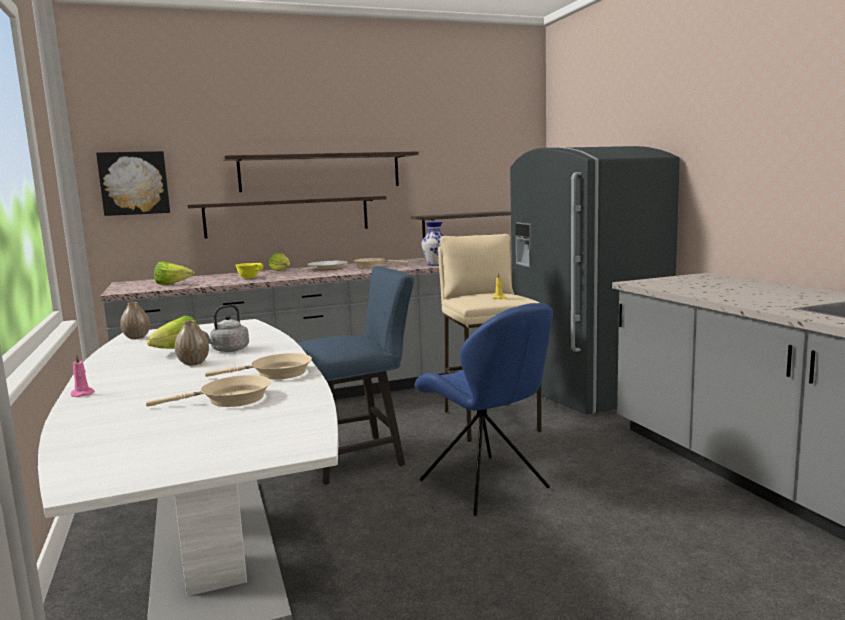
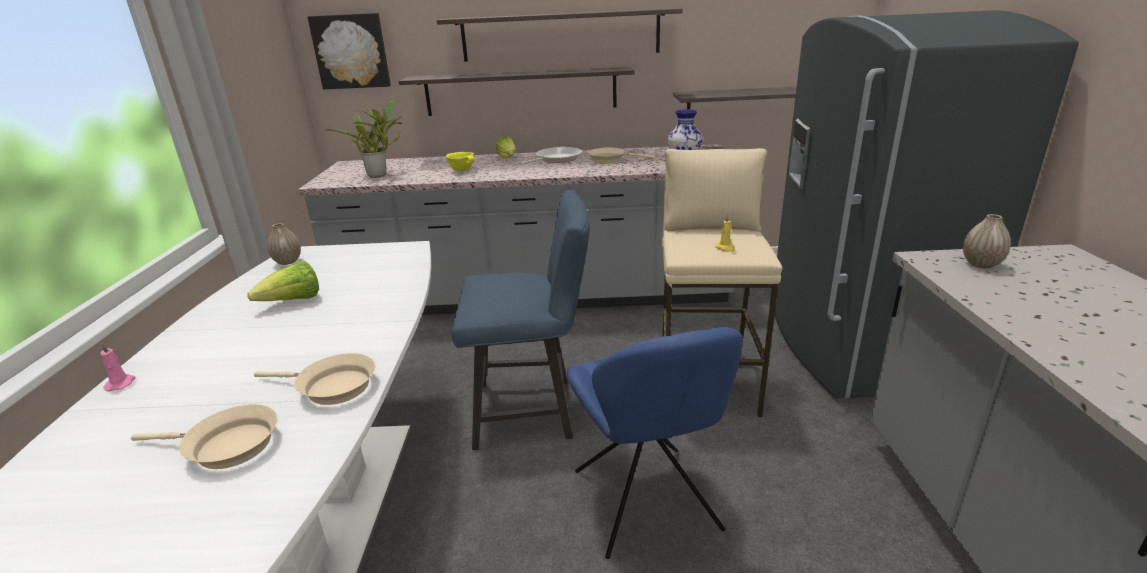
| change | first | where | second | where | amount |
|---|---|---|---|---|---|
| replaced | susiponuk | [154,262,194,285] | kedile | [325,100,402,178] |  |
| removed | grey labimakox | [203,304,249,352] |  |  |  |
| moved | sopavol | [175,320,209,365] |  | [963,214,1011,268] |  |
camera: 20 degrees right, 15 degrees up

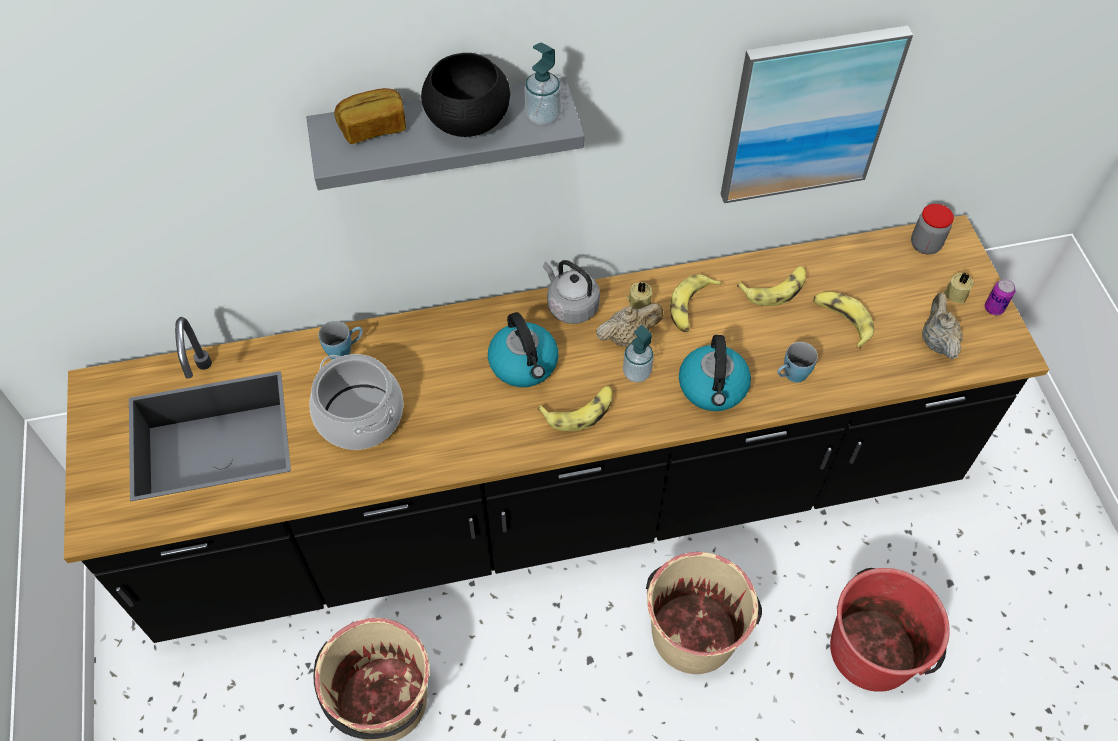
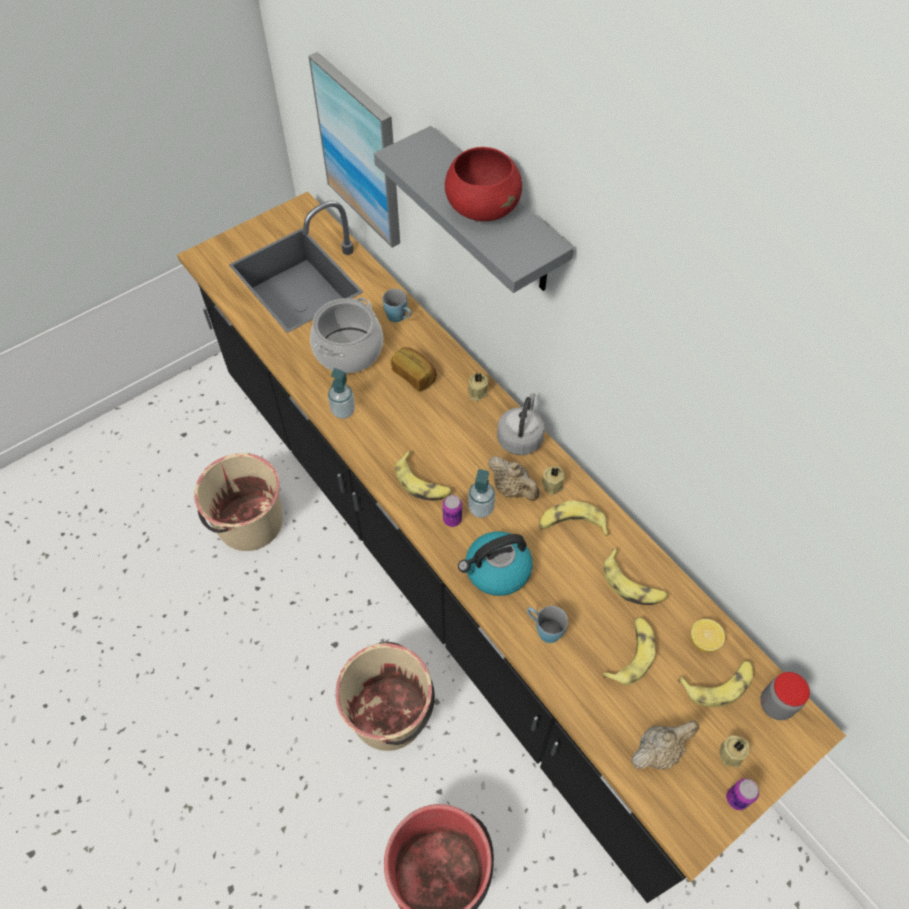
| change | first | where | second | where | amount |
|---|---|---|---|---|---|
| moved | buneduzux | [721,25,913,203] |  | [308,52,400,248] |  |
| moved | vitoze | [525,43,561,126] |  | [328,368,355,419] |  |
| recoloured | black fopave | [421,53,510,137] | red fopave | [445,147,522,221] |  |
| moved | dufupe | [334,88,406,144] |  | [391,347,437,392] |  |
| removed | labimakox | [488,312,558,387] |  |  |  |
| added |  |  | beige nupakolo | [468,373,488,402] |  |
| added |  |  | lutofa | [443,495,462,527] |  |
| added |  |  | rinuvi | [691,619,725,652] |  |
| added |  |  | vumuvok | [678,660,753,707] |  |
camera: 65 degrees right, 0 degrees up

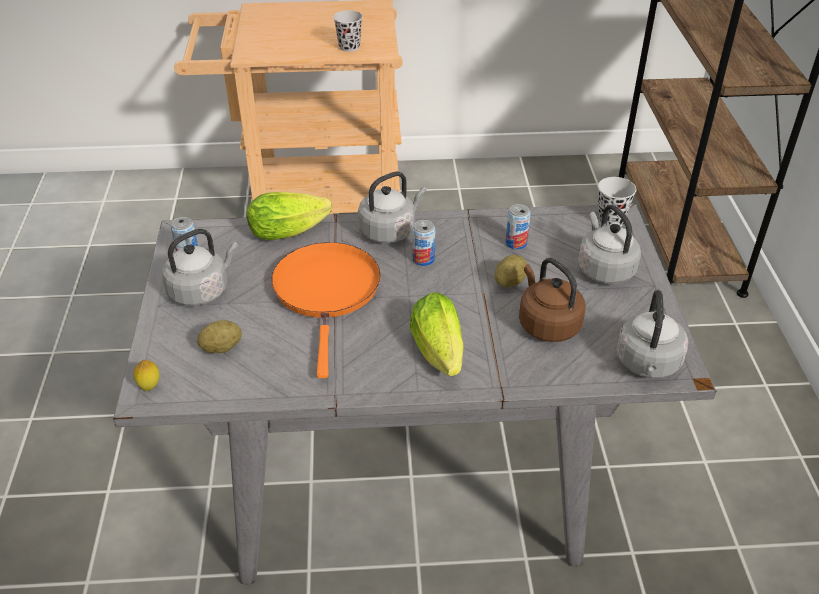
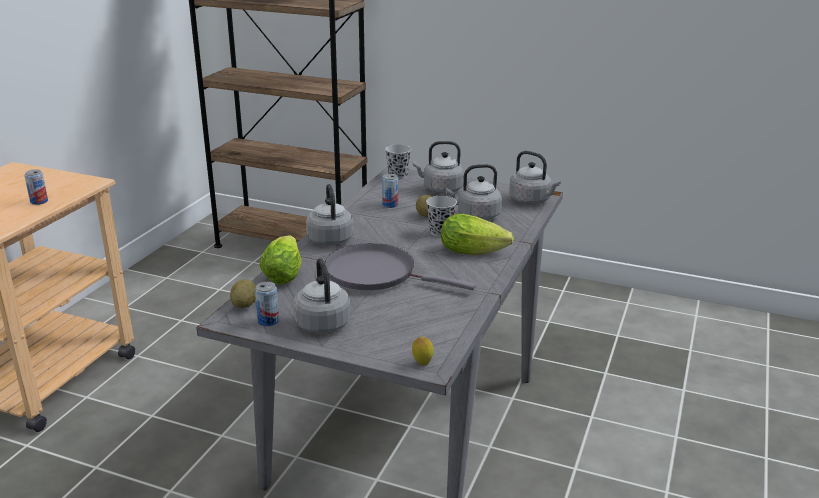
| change | first | where | second | where | amount |
|---|---|---|---|---|---|
| moved | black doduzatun | [333,10,363,52] |  | [426,196,457,237] |  |
| moved | lutofa | [413,220,435,266] |  | [24,169,48,205] |  |
| recoloured | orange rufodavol | [271,242,381,378] | grey rufodavol | [325,243,476,290] |  |
| recoloured | brown labimakox | [519,258,586,342] | grey labimakox | [445,164,502,220] |  |
| moved | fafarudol | [197,320,242,353] |  | [230,279,256,308] |  |
camera: 65 degrees left, 15 degrees down

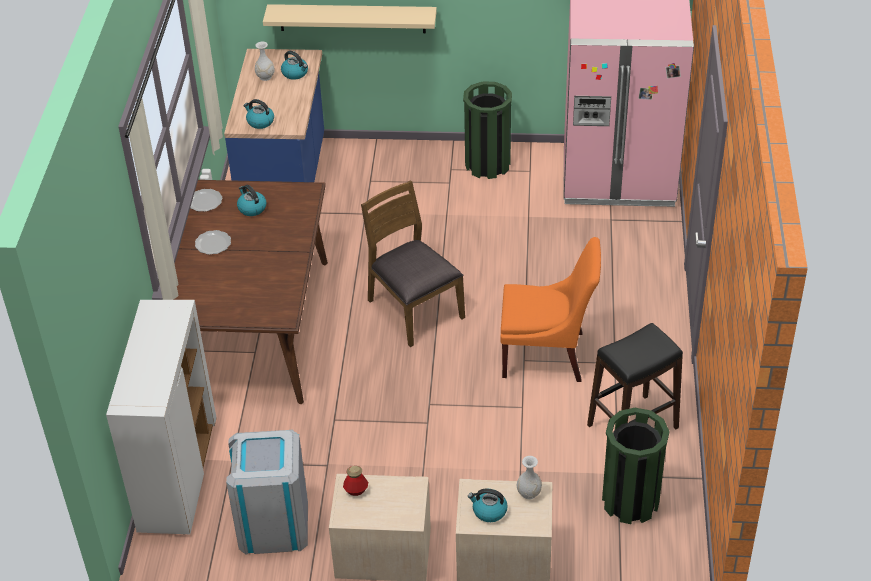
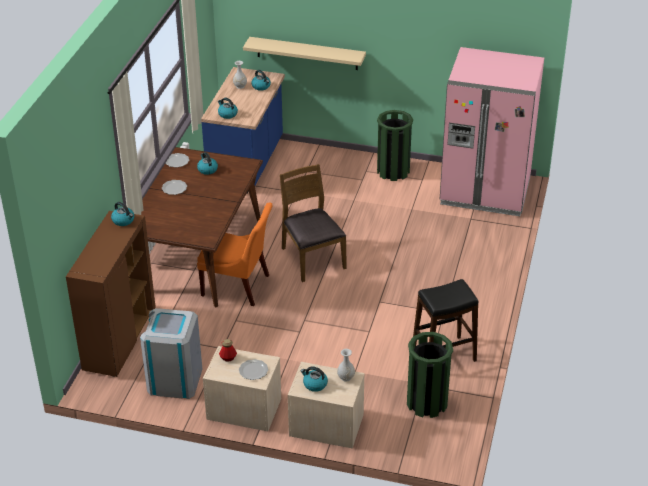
| change | first | where | second | where | amount |
|---|---|---|---|---|---|
| moved | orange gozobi | [501,237,601,382] |  | [197,202,273,306] |  |
| recoloured | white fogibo | [106,300,216,534] | brown fogibo | [66,211,156,377] |  |
| added |  |  | labimakox | [111,202,134,226] |  |
| added |  |  | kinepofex | [239,359,268,380] |  |
camera: 10 degrees right, 5 degrees down

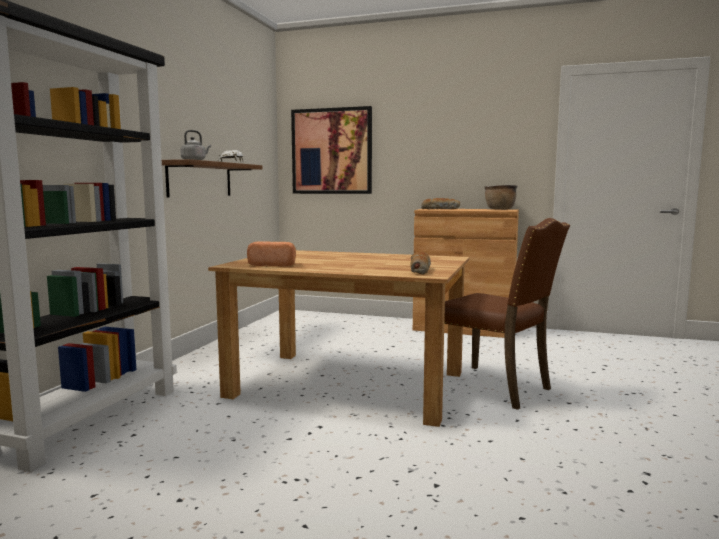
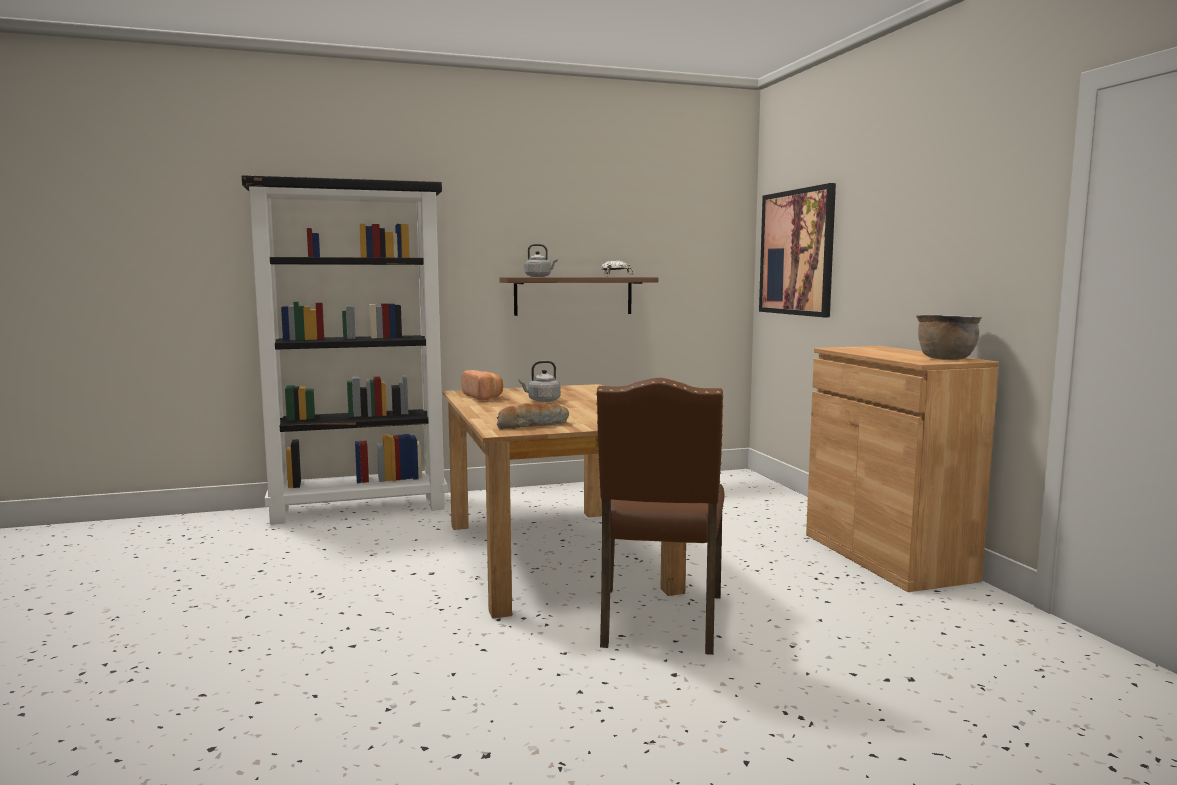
| change | first | where | second | where | amount |
|---|---|---|---|---|---|
| removed | dufupe | [421,198,460,209] |  |  |  |
| added |  |  | grey labimakox | [518,361,561,402] |  |
camera: 55 degrees right, 0 degrees up

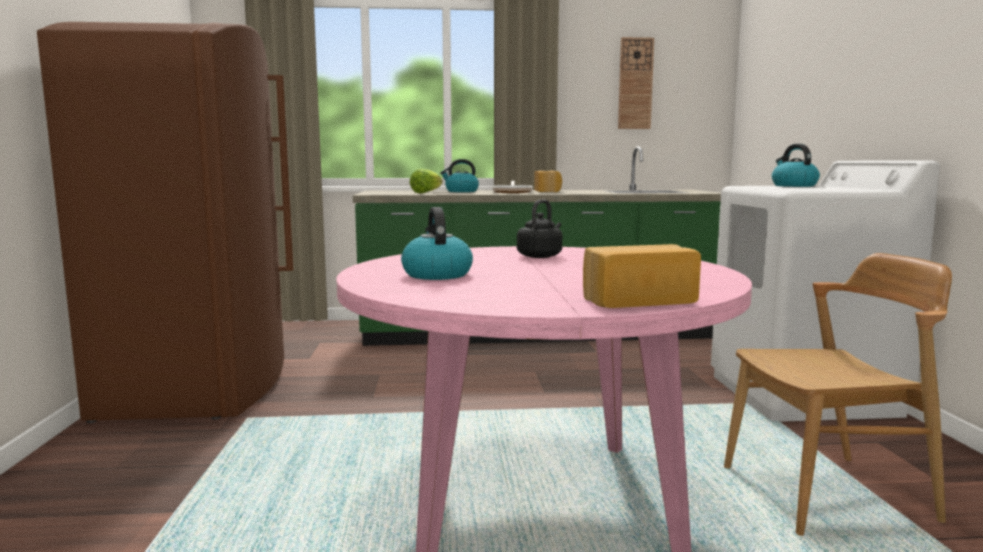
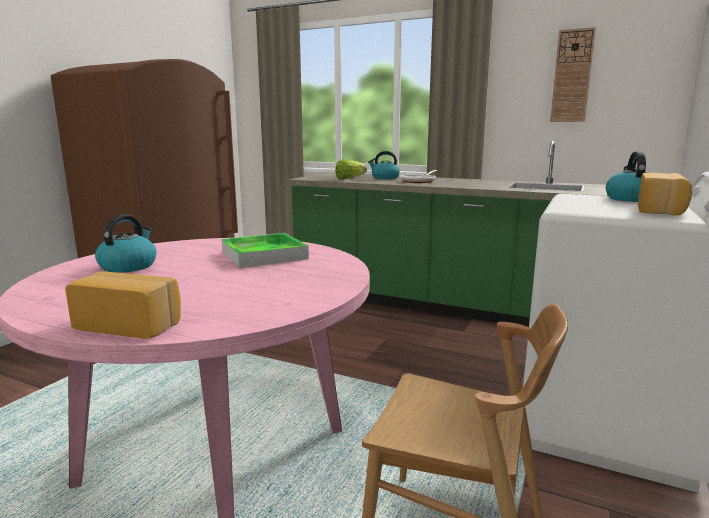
| change | first | where | second | where | amount |
|---|---|---|---|---|---|
| moved | dufupe | [534,171,562,192] |  | [638,173,692,216] |  |
| replaced | black labimakox | [517,200,562,258] | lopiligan | [222,233,309,268] |  |
camera: 30 degrees right, 5 degrees up

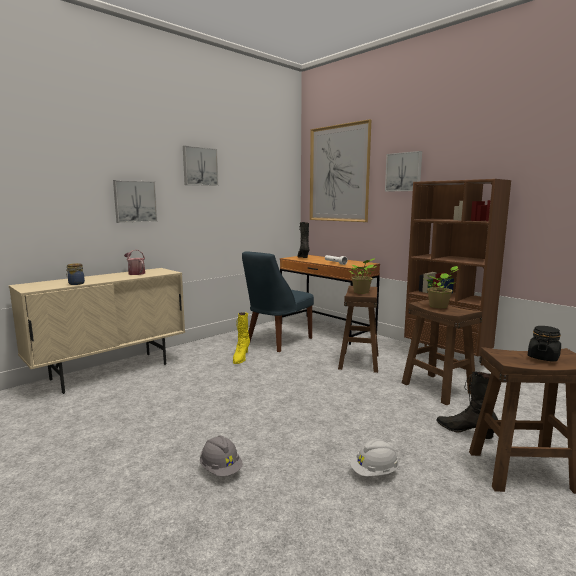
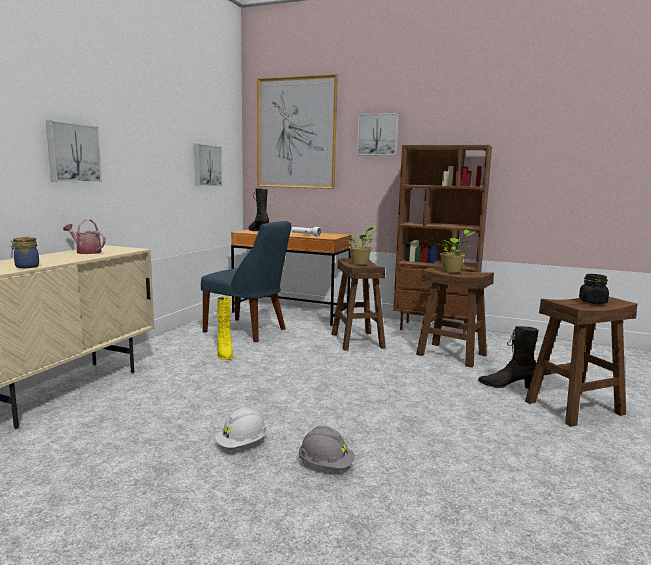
| change | first | where | second | where | amount |
|---|---|---|---|---|---|
| moved | buneduzux | [183,145,219,186] |  | [194,144,223,186] |  |
| turned | blue gozobi | [242,251,314,352] |  | [201,221,291,343] | 75 degrees counterclockwise |
| moved | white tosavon | [350,439,399,476] |  | [215,408,267,448] |  |
camera: 25 degrees left, 0 degrees up

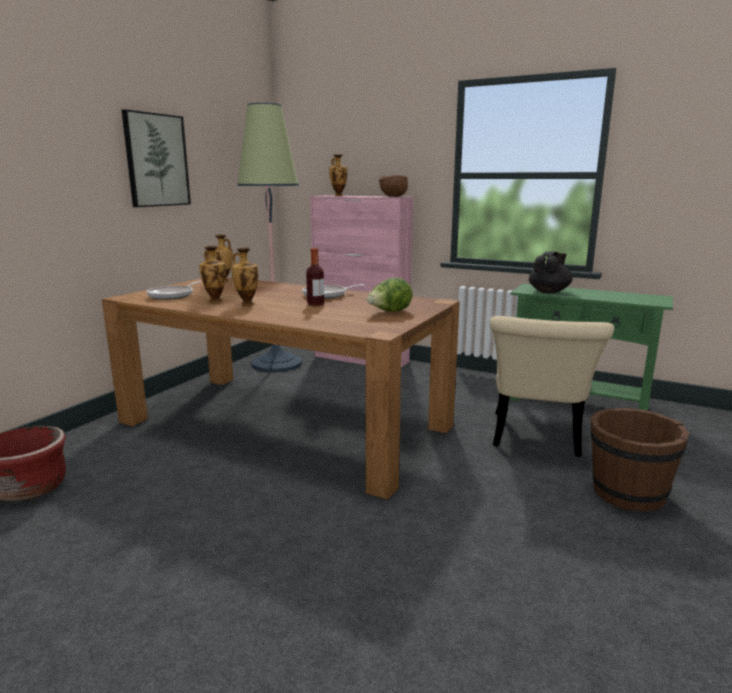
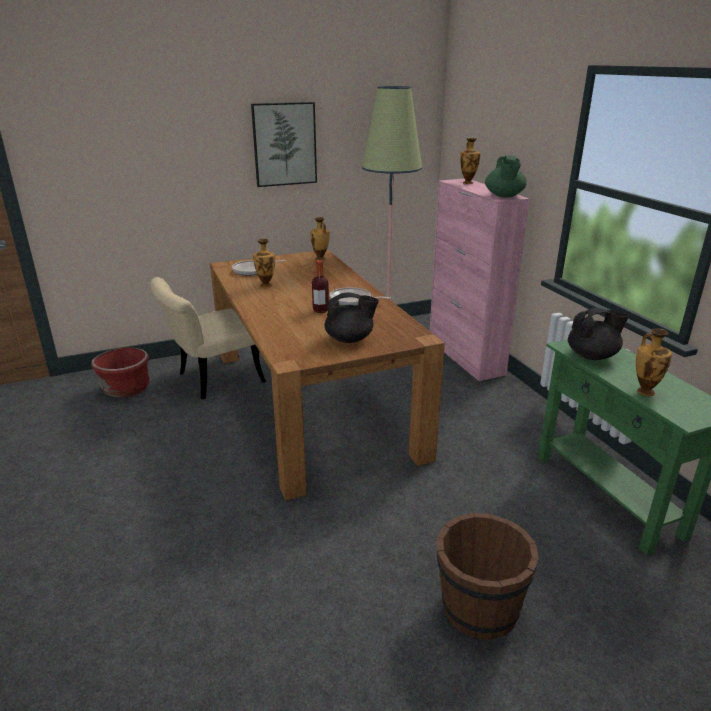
| change | first | where | second | where | amount |
|---|---|---|---|---|---|
| replaced | brown fopave | [379,175,408,197] | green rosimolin | [485,155,527,198] |  |
| moved | sopavol | [231,247,258,306] |  | [636,328,672,396] |  |
| replaced | susiponuk | [367,278,413,312] | black rosimolin | [324,292,379,343] |  |
| moved | beige gozobi | [490,316,615,457] |  | [150,277,266,399] |  |
camera: 40 degrees right, 10 degrees up

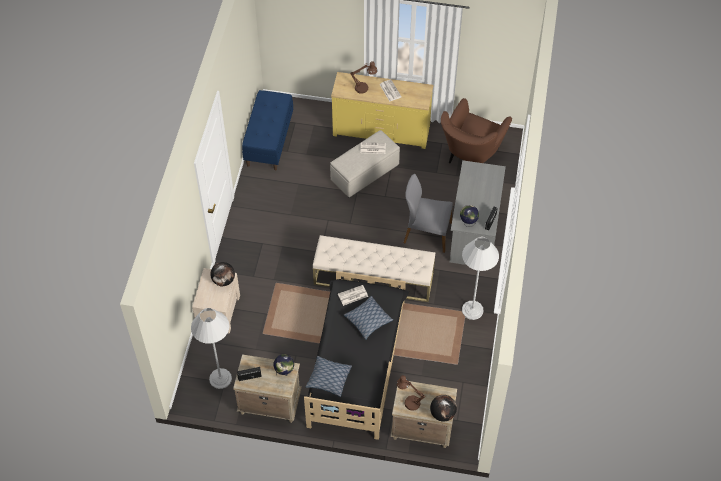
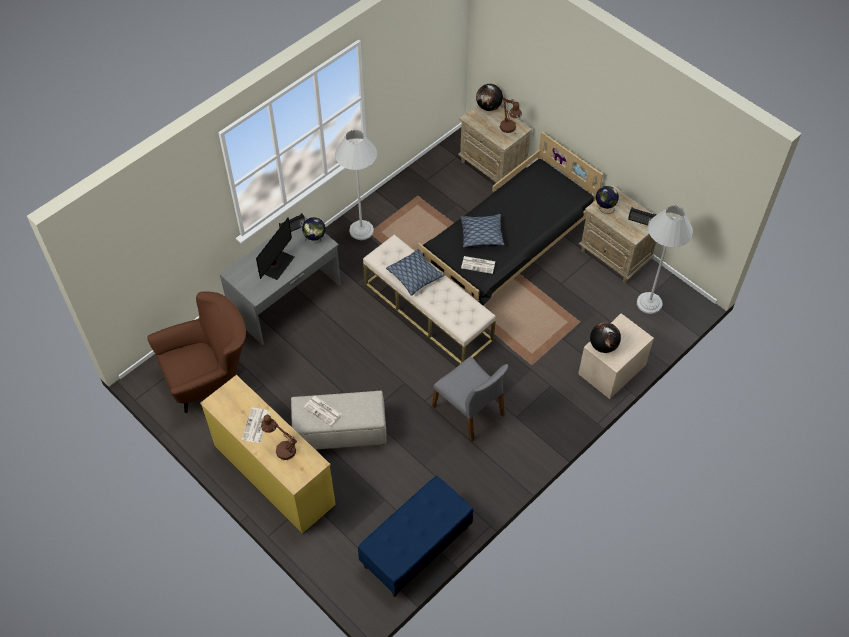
| change | first | where | second | where | amount |
|---|---|---|---|---|---|
| moved | grey gozobi | [404,174,453,253] |  | [432,357,508,441] |  |
| moved | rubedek | [306,356,352,397] |  | [386,249,445,296] |  |
| added |  |  | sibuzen | [256,217,294,280] |  |
camera: 145 degrees left, 0 degrees up

